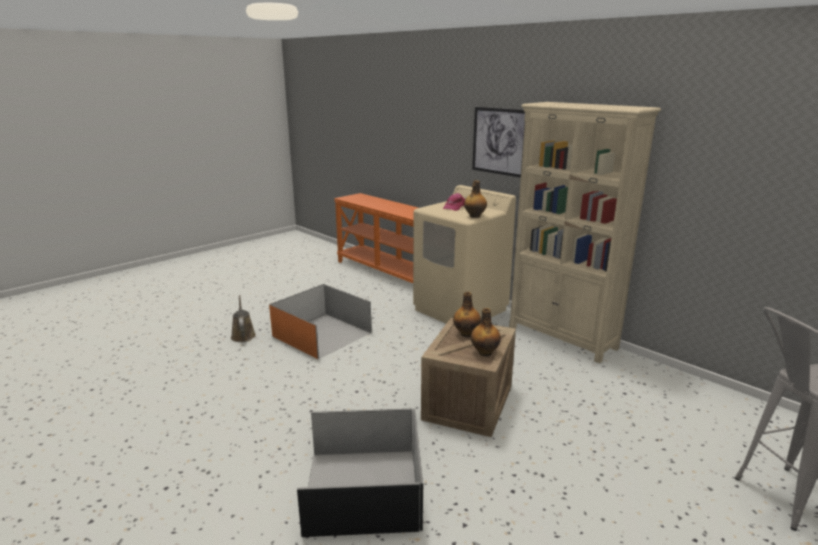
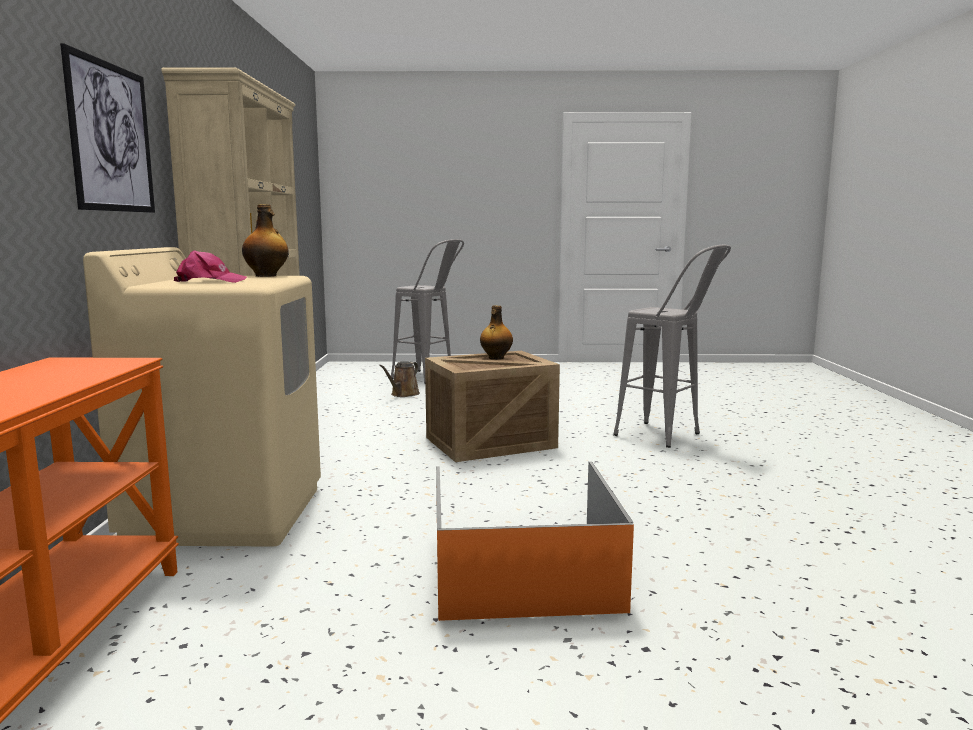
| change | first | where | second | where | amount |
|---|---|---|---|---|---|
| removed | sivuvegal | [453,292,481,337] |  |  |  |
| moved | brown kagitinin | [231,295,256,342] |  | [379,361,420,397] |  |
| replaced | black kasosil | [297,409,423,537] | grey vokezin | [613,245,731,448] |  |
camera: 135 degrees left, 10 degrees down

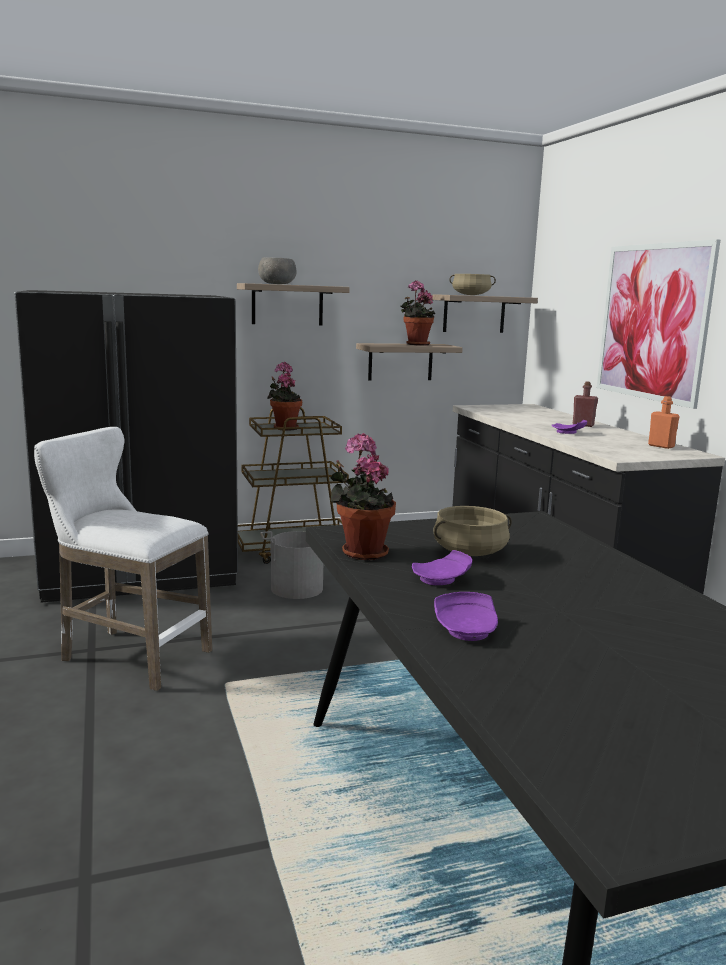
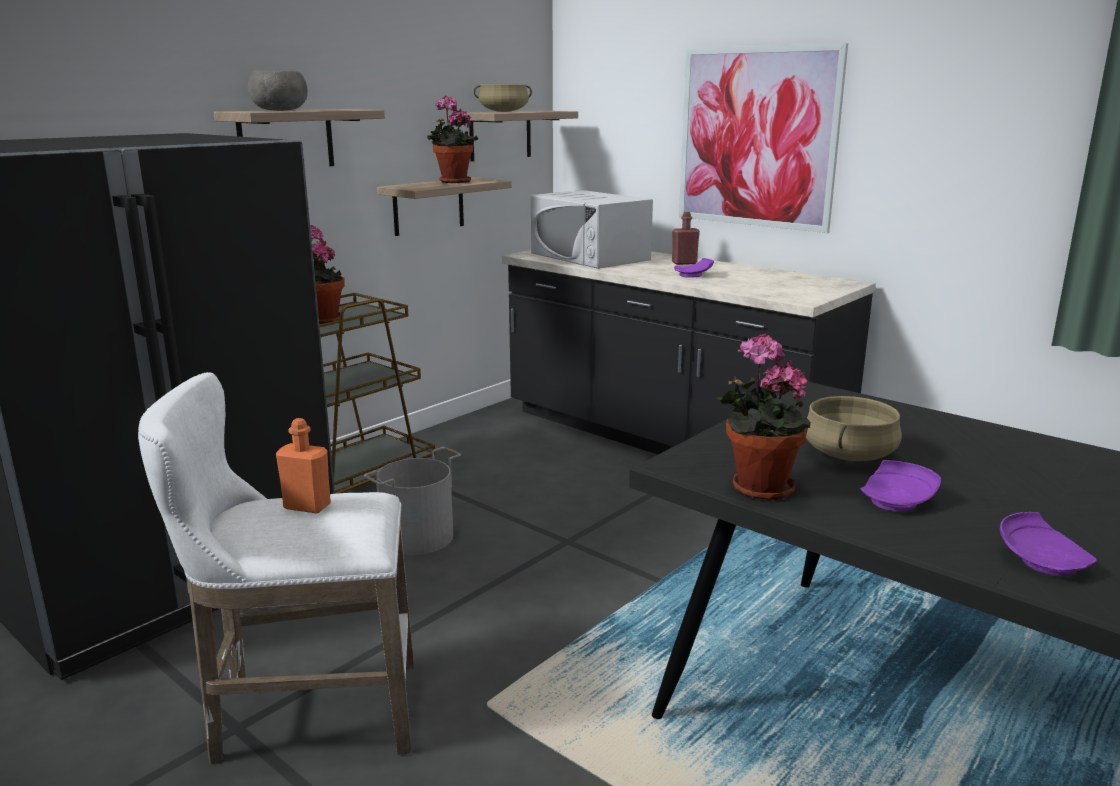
| change | first | where | second | where | amount |
|---|---|---|---|---|---|
| moved | orange sivuvegal | [648,396,680,449] |  | [276,418,331,513] |  |
| added |  |  | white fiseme | [531,190,653,269] |  |
camera: 30 degrees left, 5 degrees up

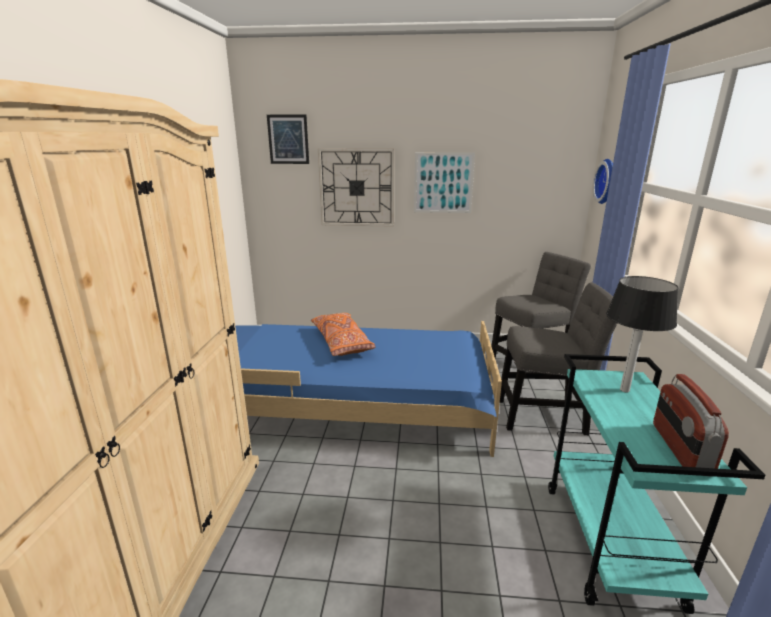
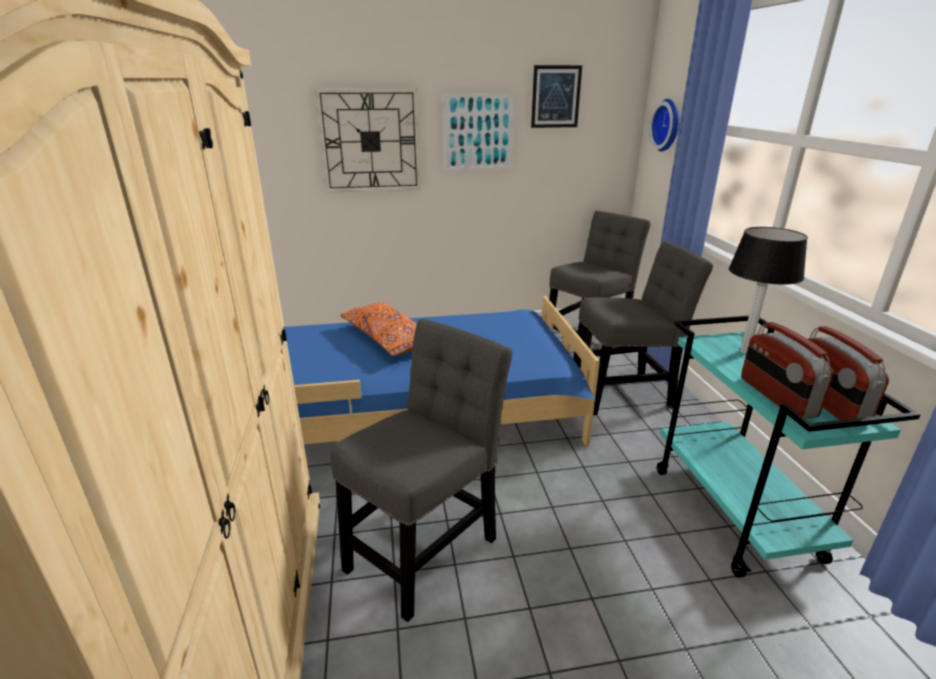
| change | first | where | second | where | amount |
|---|---|---|---|---|---|
| moved | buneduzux | [267,114,309,164] |  | [531,65,582,128] |  |
| added |  |  | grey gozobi | [331,319,512,622] |  |
| added |  |  | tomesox | [741,322,834,419] |  |
camera: 15 degrees left, 5 degrees up

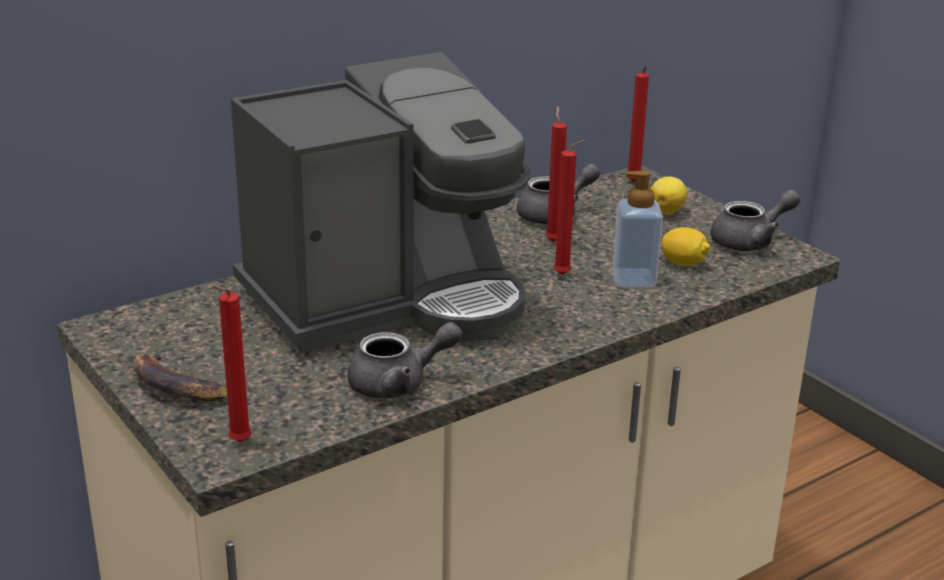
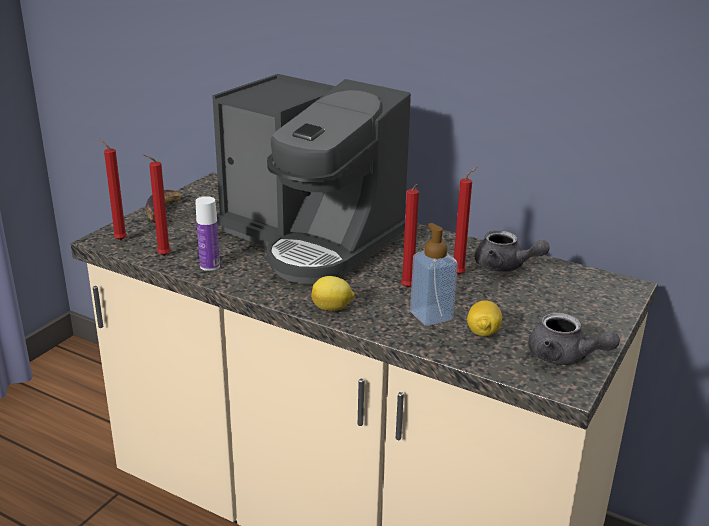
| change | first | where | second | where | amount |
|---|---|---|---|---|---|
| moved | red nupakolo | [628,66,649,182] |  | [142,154,171,256] |  |
| moved | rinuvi | [651,176,687,215] |  | [311,276,355,311] |  |
| replaced | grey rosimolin | [347,322,462,399] | sivuvegal | [195,196,220,271] |  |
camera: 65 degrees right, 0 degrees up

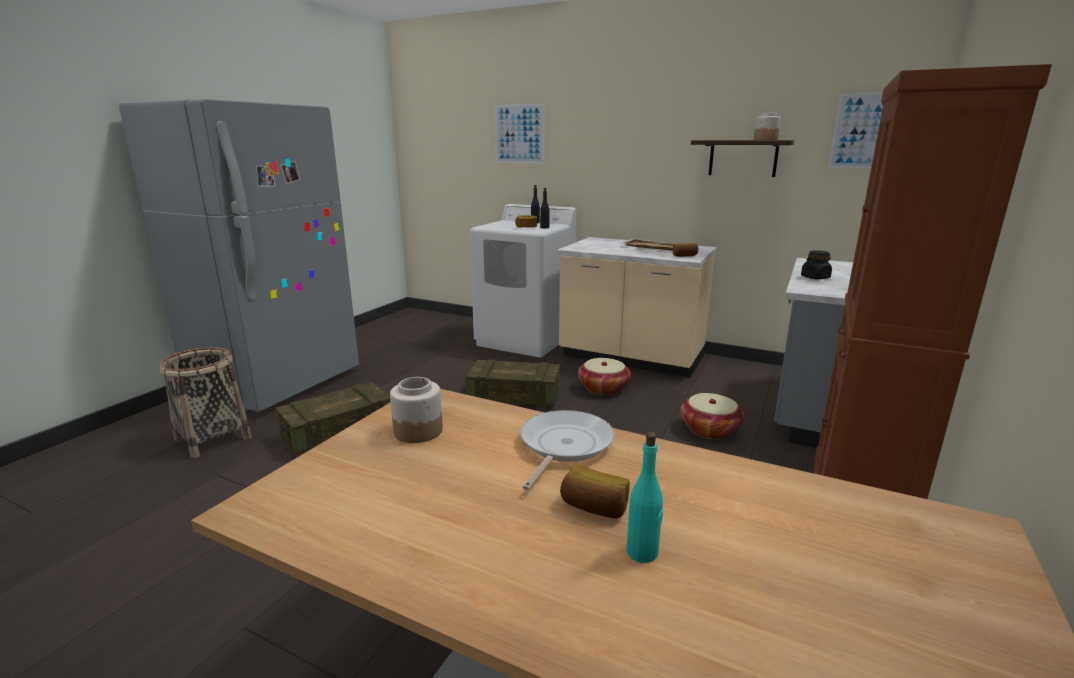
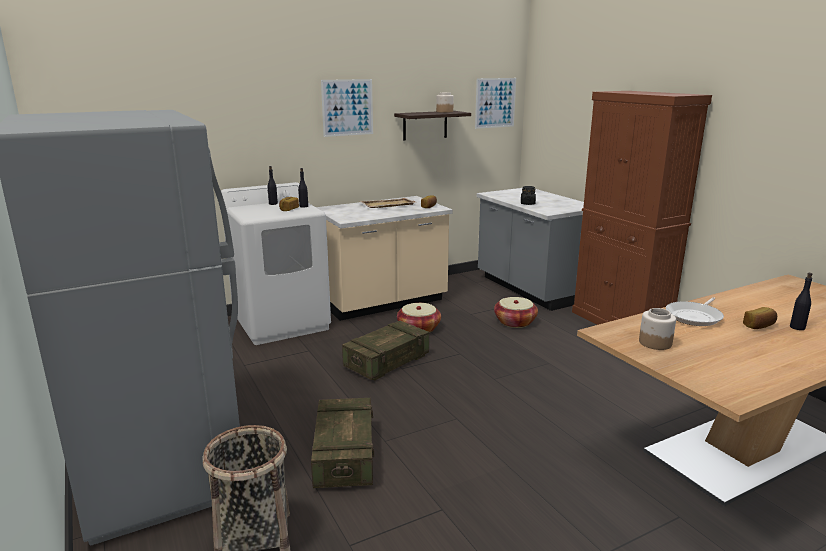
| change | first | where | second | where | amount |
|---|---|---|---|---|---|
| moved | buneduzux | [495,104,544,163] |  | [321,79,373,137] |  |
| turned | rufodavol | [520,410,615,490] |  | [666,297,724,326] | 105 degrees counterclockwise |
| recoloured | turquoise sivuvegal | [627,432,663,563] | black sivuvegal | [790,273,812,330] |  |
camera: 55 degrees left, 0 degrees up

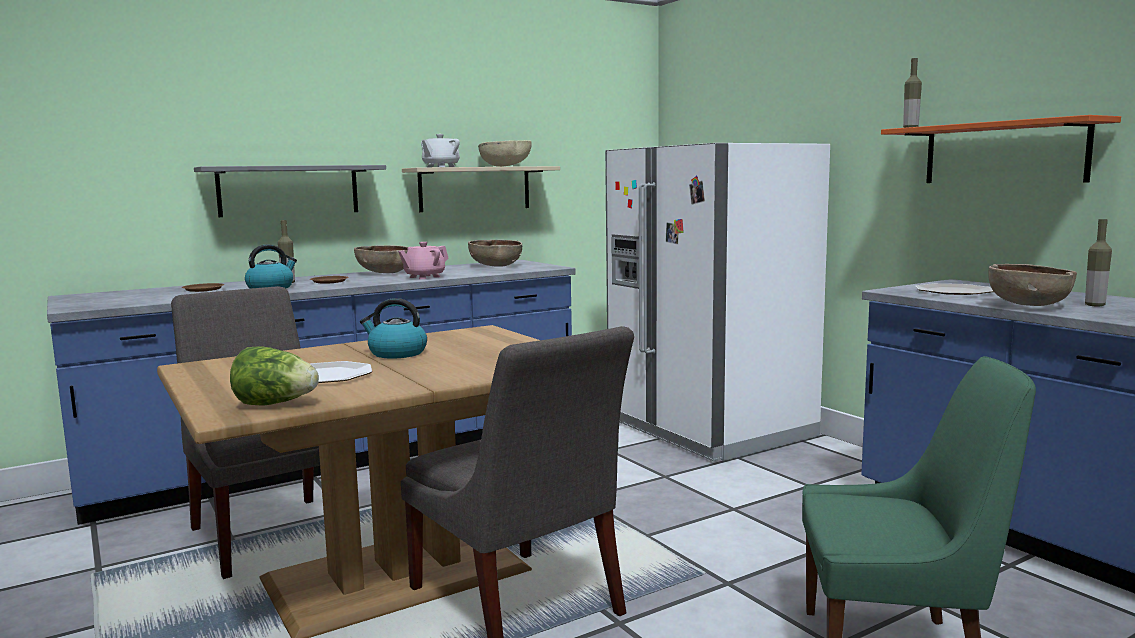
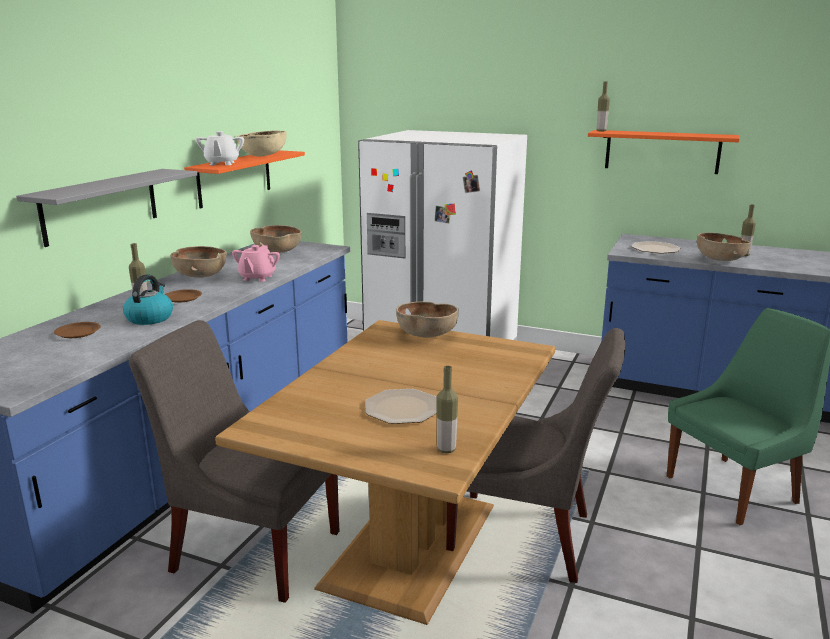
| change | first | where | second | where | amount |
|---|---|---|---|---|---|
| recoloured | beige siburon | [402,166,560,212] | orange siburon | [184,150,305,208] |  |
| removed | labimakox | [360,298,427,359] |  |  |  |
| replaced | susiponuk | [230,347,319,406] | sivuvegal | [437,366,458,453] |  |
| added |  |  | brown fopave | [396,301,458,338] |  |
camera: 35 degrees left, 10 degrees up

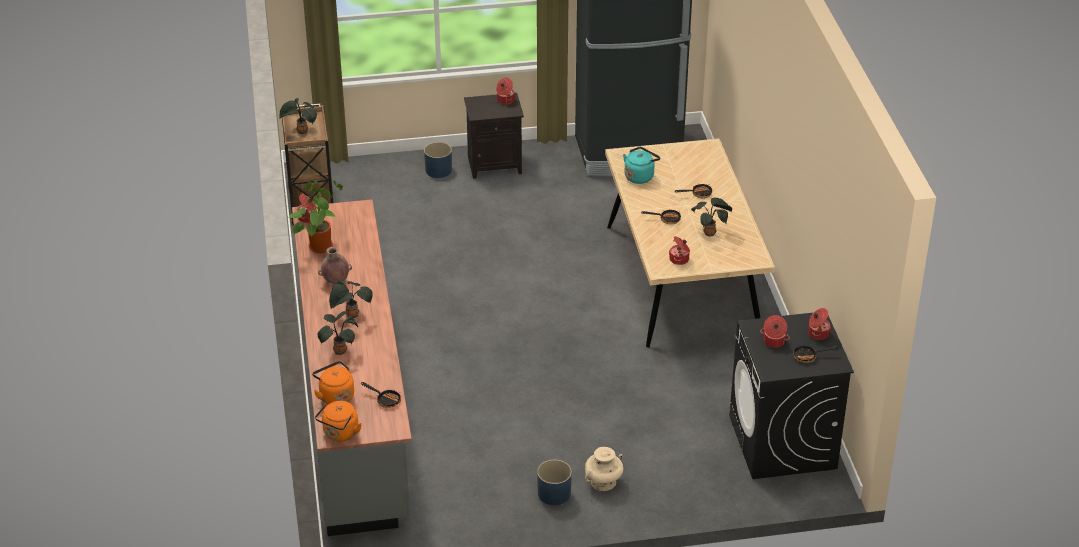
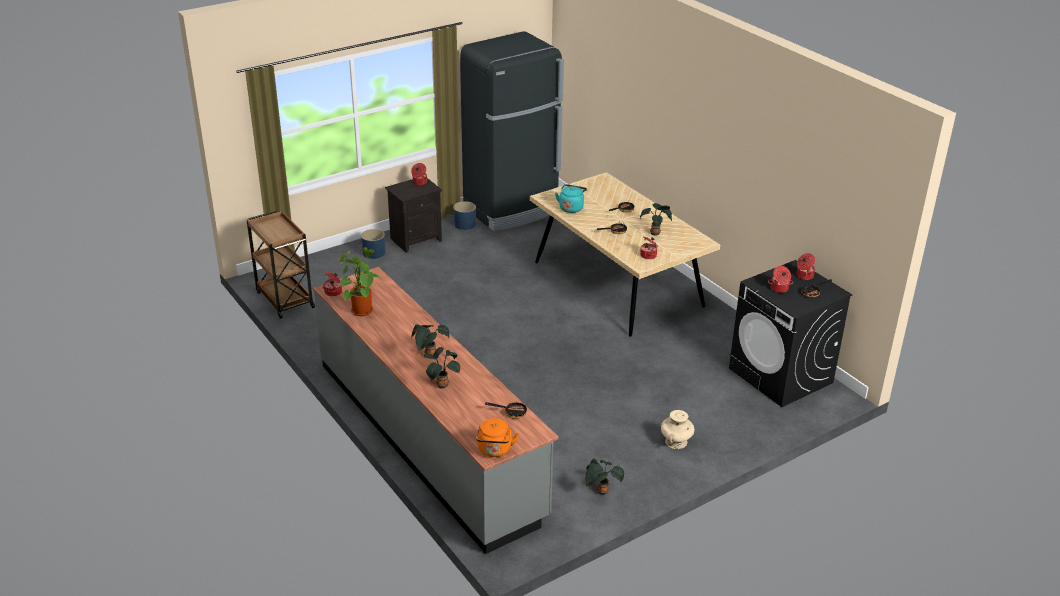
| change | first | where | second | where | amount |
|---|---|---|---|---|---|
| moved | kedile | [280,98,317,134] |  | [585,459,624,495] |  |
| removed | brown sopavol | [318,247,352,284] |  |  |  |
| removed | orange labimakox | [312,361,354,404] |  |  |  |
| moved | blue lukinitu | [537,460,572,505] |  | [453,201,476,230] |  |
camera: 25 degrees left, 5 degrees down

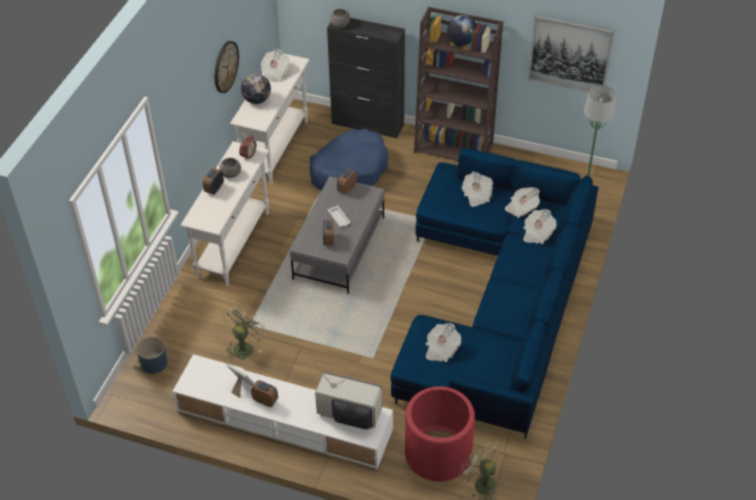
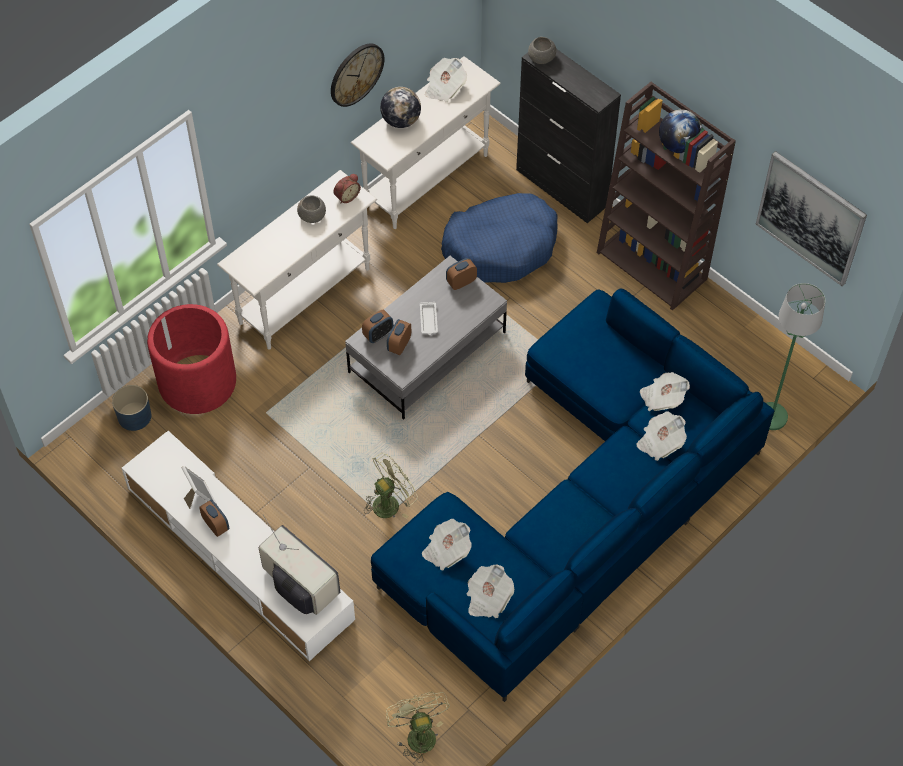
| change | first | where | second | where | amount |
|---|---|---|---|---|---|
| moved | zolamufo | [203,168,224,195] |  | [362,310,393,343] |  |
| moved | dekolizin | [462,171,493,207] |  | [467,564,514,618] |  |
| moved | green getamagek | [223,306,267,360] |  | [364,453,418,519] |  |
| moved | red lukinitu | [405,386,475,482] |  | [147,304,236,414] |  |
camera: 25 degrees right, 10 degrees up

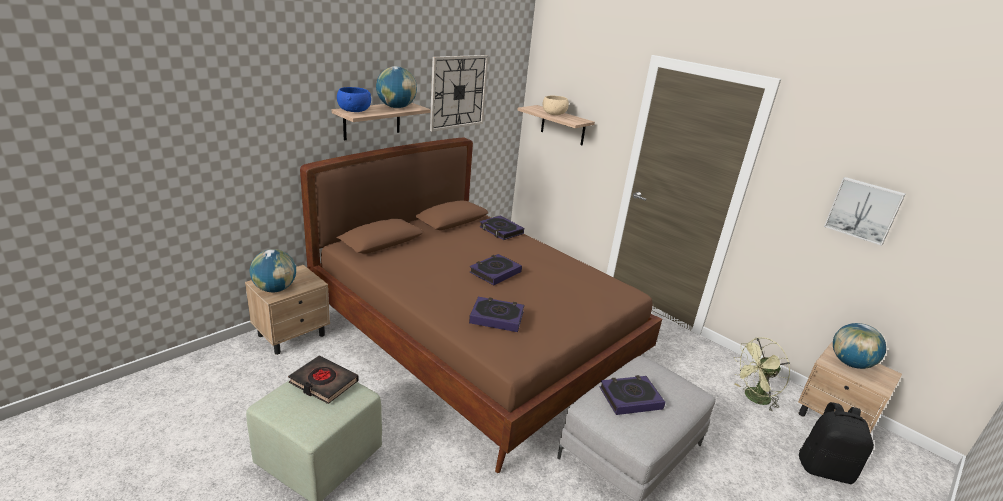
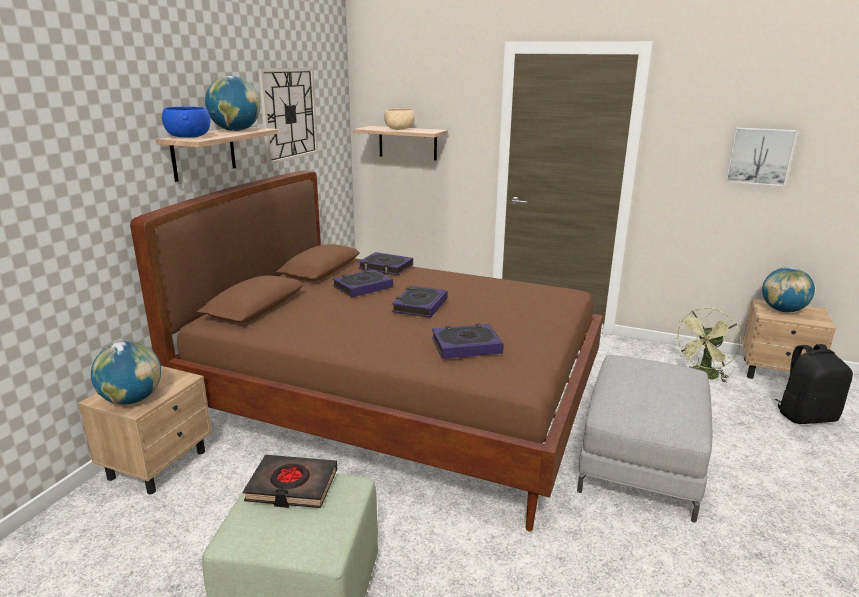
| change | first | where | second | where | amount |
|---|---|---|---|---|---|
| moved | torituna | [599,375,665,415] |  | [332,269,393,297] |  |
camera: 20 degrees left, 5 degrees down

